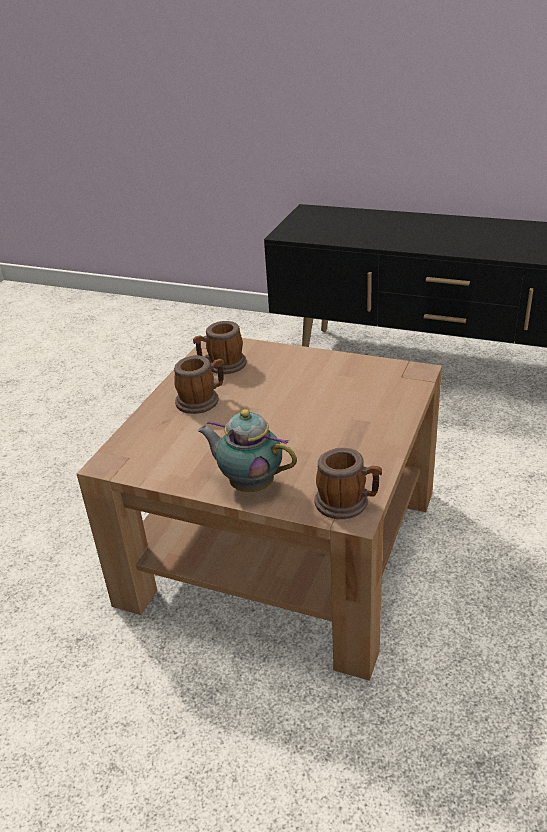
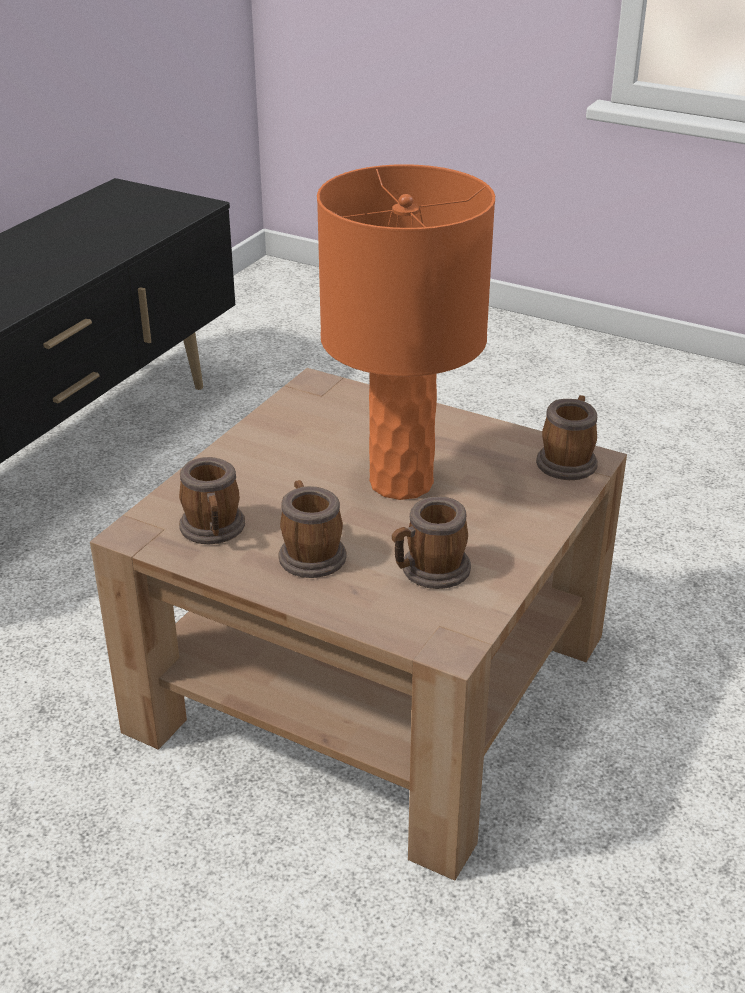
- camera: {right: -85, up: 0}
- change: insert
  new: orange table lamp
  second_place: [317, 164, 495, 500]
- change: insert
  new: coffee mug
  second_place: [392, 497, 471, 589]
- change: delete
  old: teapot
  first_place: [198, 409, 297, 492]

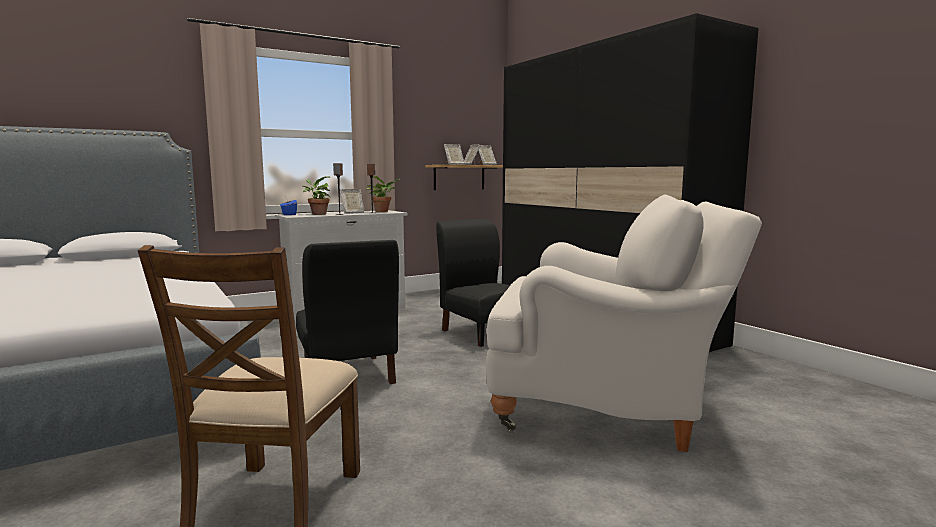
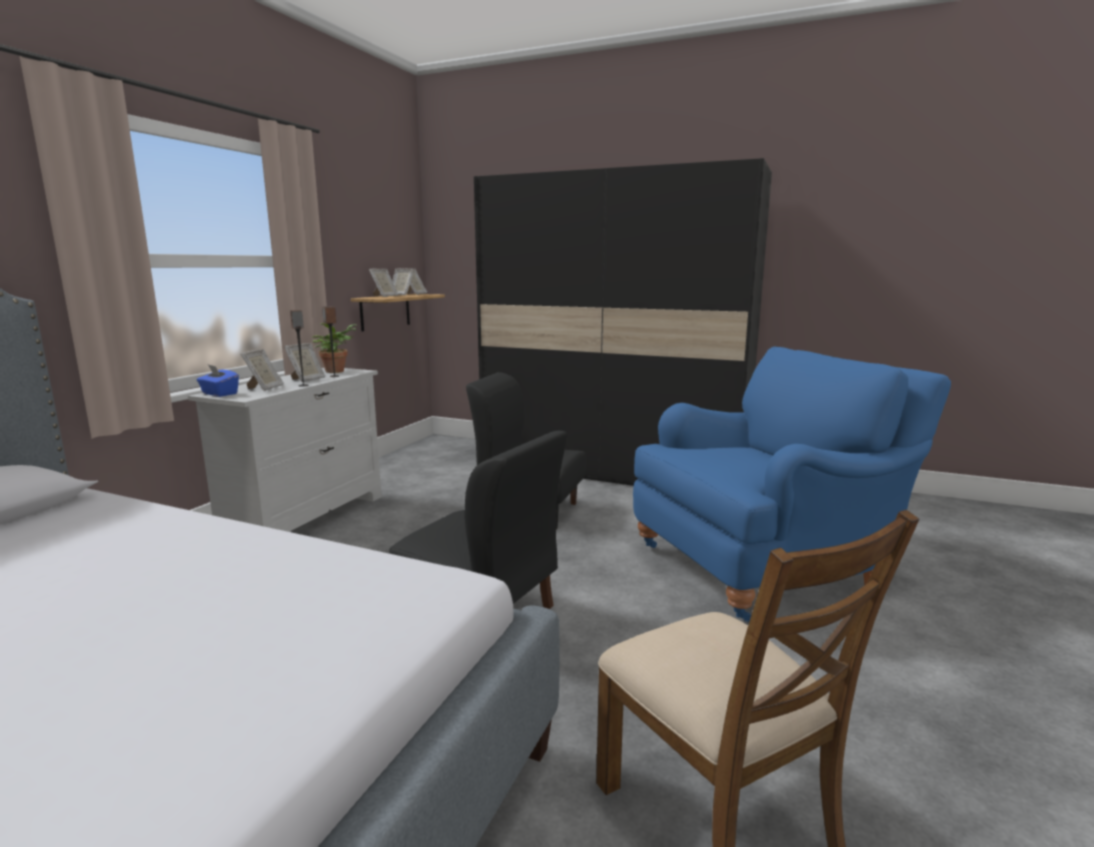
- camera: {right: -35, up: 5}
- change: replace
  old: potted plant
  new: photo frame
  first_place: [302, 176, 331, 215]
  second_place: [240, 349, 284, 391]
- change: recolor
  old: white-coloured armchair
  new: blue-coloured armchair
  first_place: [486, 194, 762, 452]
  second_place: [633, 346, 951, 622]

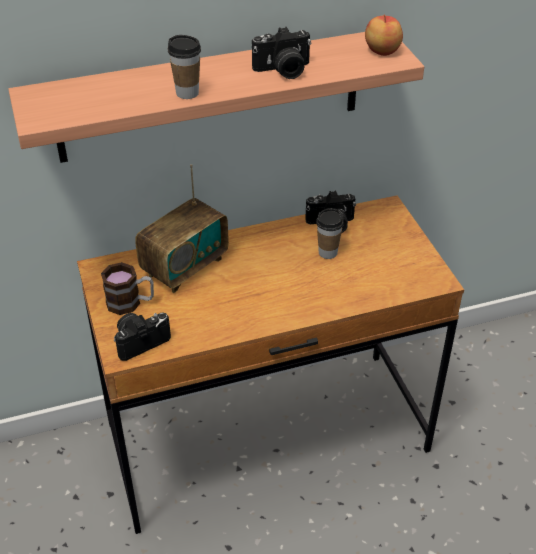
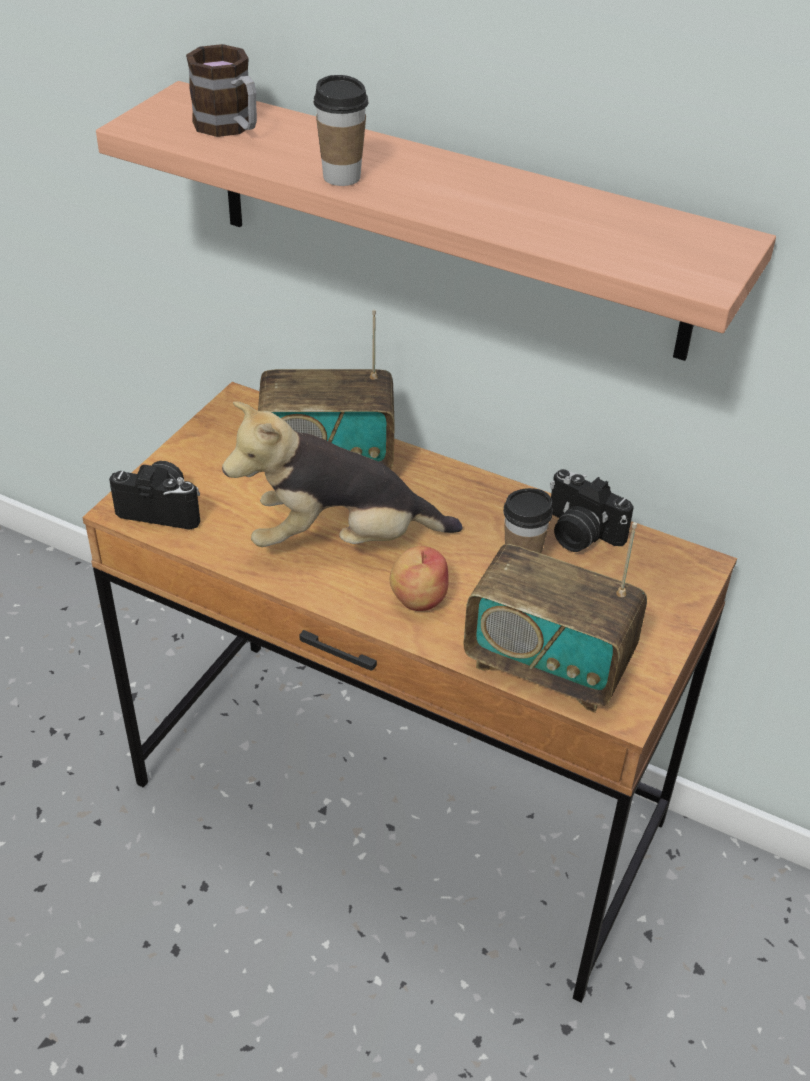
- camera: {right: 45, up: 0}
- change: move
  old: coffee mug
  first_place: [101, 262, 154, 315]
  second_place: [186, 44, 257, 137]
- change: insert
  new: soft toy
  second_place: [222, 401, 462, 547]
- change: move
  old: apple
  first_place: [365, 14, 403, 56]
  second_place: [390, 546, 449, 611]
- change: insert
  new: radio set
  second_place: [463, 522, 647, 713]
- change: delete
  old: still camera
  first_place: [252, 27, 311, 79]

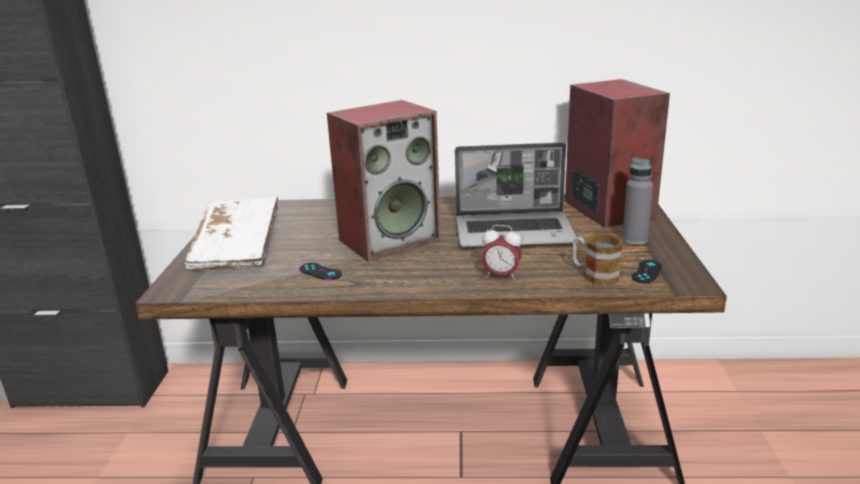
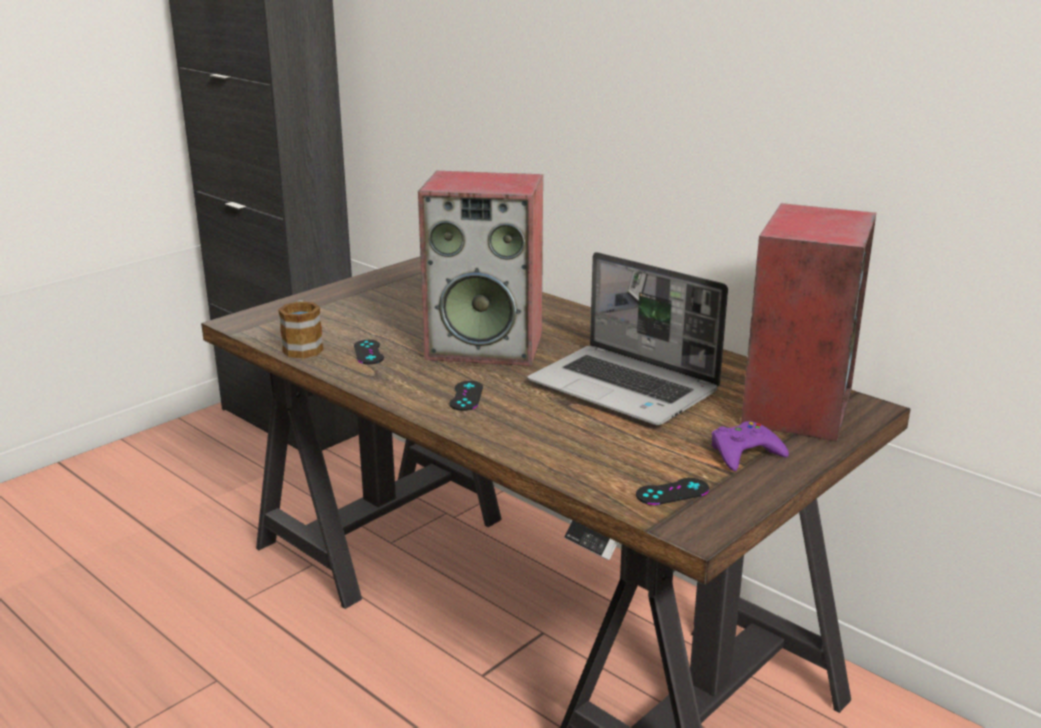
- camera: {right: 40, up: 0}
- change: move
  old: coffee mug
  first_place: [573, 234, 623, 286]
  second_place: [278, 300, 324, 359]
- change: insert
  new: blackish joypad
  second_place: [450, 381, 483, 411]
- change: replace
  old: greyish drink bottle
  new: purple joypad
  first_place: [622, 158, 653, 245]
  second_place: [712, 421, 789, 471]
- change: delete
  old: white-coloured volume
  first_place: [184, 196, 278, 271]
- change: delete
  old: alarm clock
  first_place: [482, 225, 522, 280]

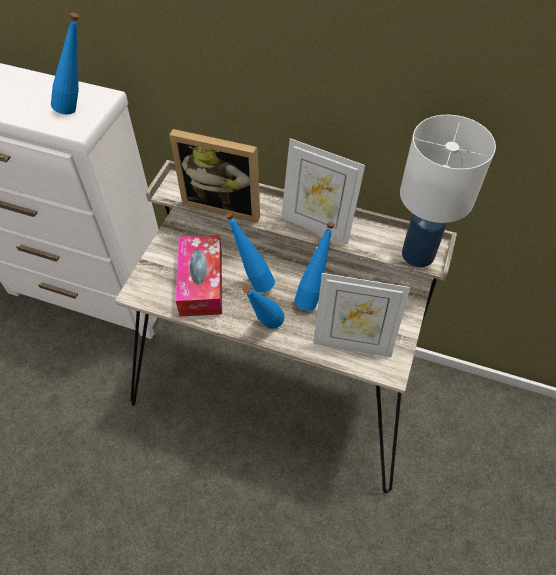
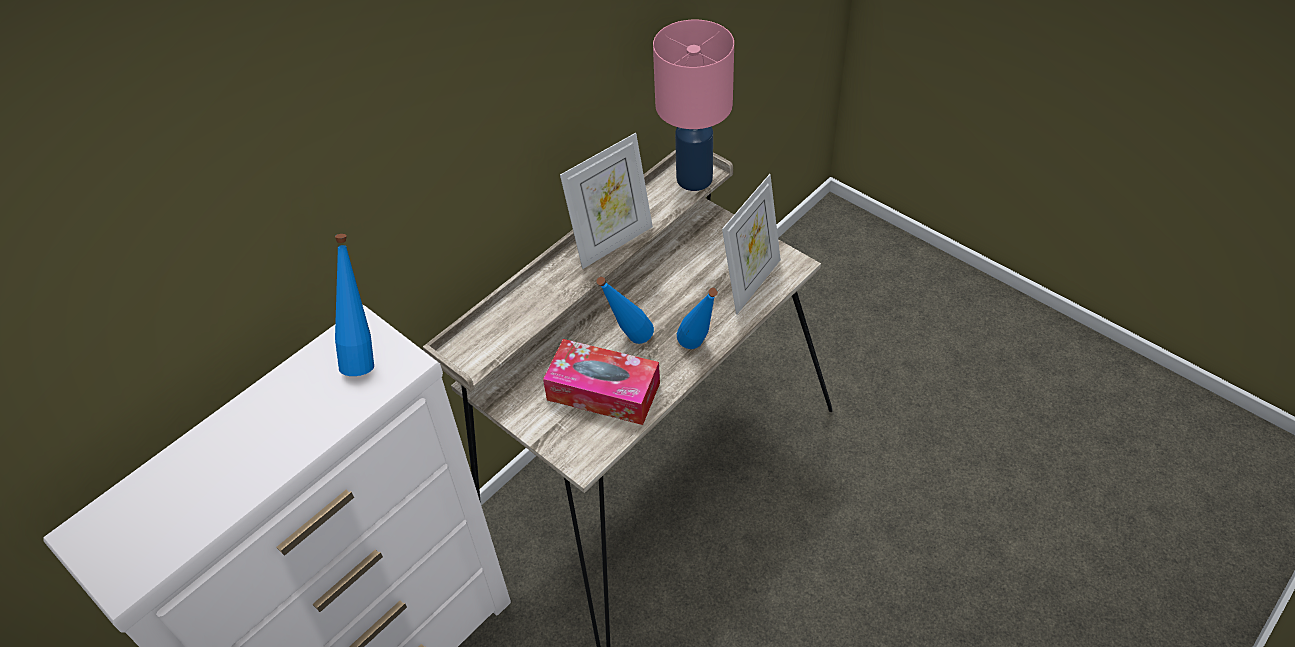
- camera: {right: -65, up: -5}
- change: recolor
  old: white-coloured table lamp
  new: pink-coloured table lamp
  first_place: [400, 115, 496, 267]
  second_place: [653, 20, 734, 191]
- change: delete
  old: photo frame
  first_place: [169, 129, 260, 223]
- change: delete
  old: blue-coloured drink bottle
  first_place: [294, 222, 335, 311]

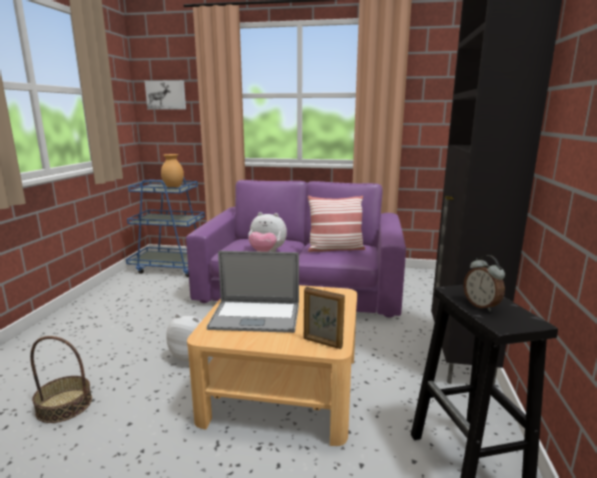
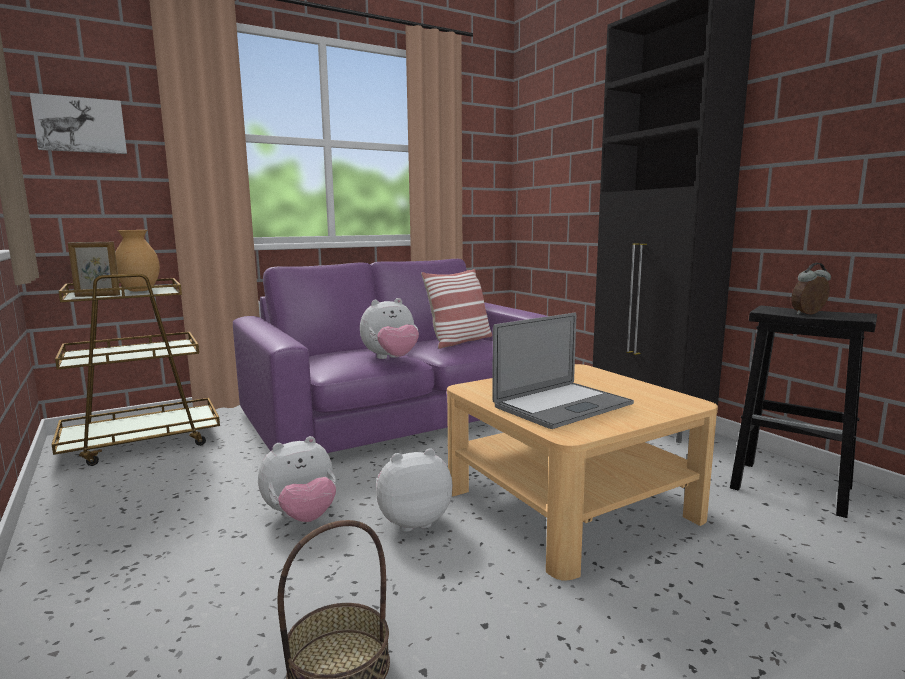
- camera: {right: -40, up: -5}
- change: recolor
  old: blue-coloured wheeled cart
  new: brown wheeled cart
  first_place: [126, 178, 205, 277]
  second_place: [52, 274, 220, 466]
- change: move
  old: photo frame
  first_place: [304, 287, 345, 349]
  second_place: [68, 242, 120, 297]
- change: insert
  new: soft toy
  second_place: [258, 436, 336, 522]
- change: rotate
  old: alarm clock
  first_place: [464, 255, 505, 312]
  second_place: [791, 263, 831, 315]
  degrees: 135

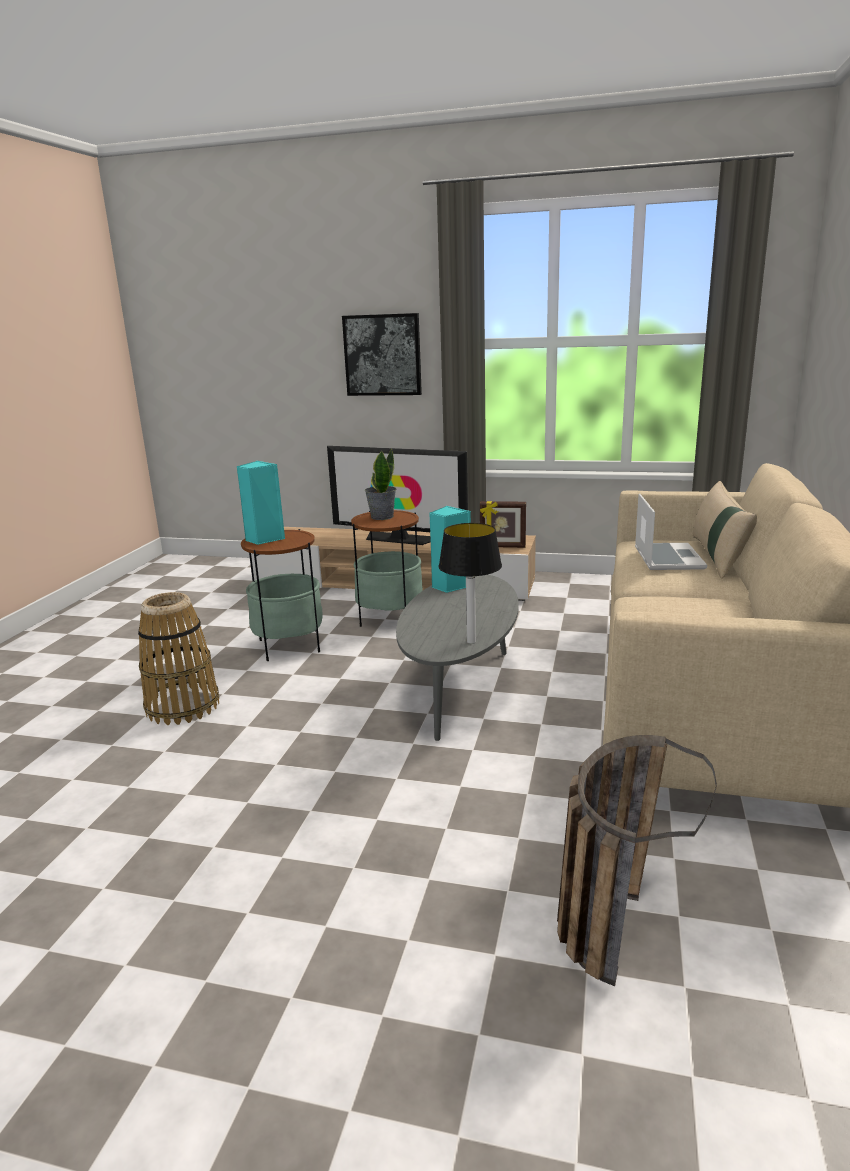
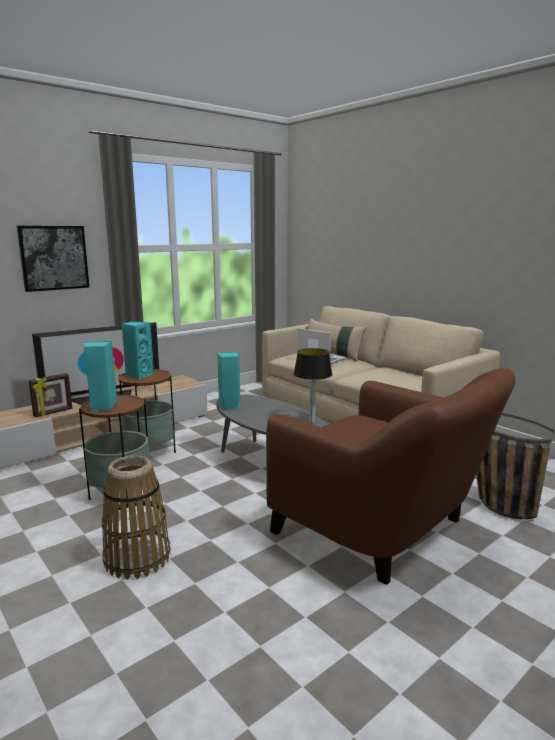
- camera: {right: -55, up: -5}
- change: move
  old: photo frame
  first_place: [480, 501, 526, 548]
  second_place: [29, 373, 72, 417]
- change: replace
  old: potted plant
  new: blue-green loudspeaker
  first_place: [365, 449, 396, 520]
  second_place: [122, 321, 154, 380]
- change: insert
  new: brown armchair
  second_place: [266, 368, 516, 585]

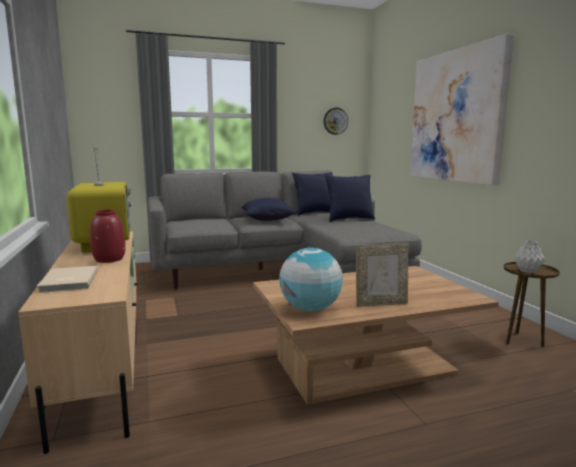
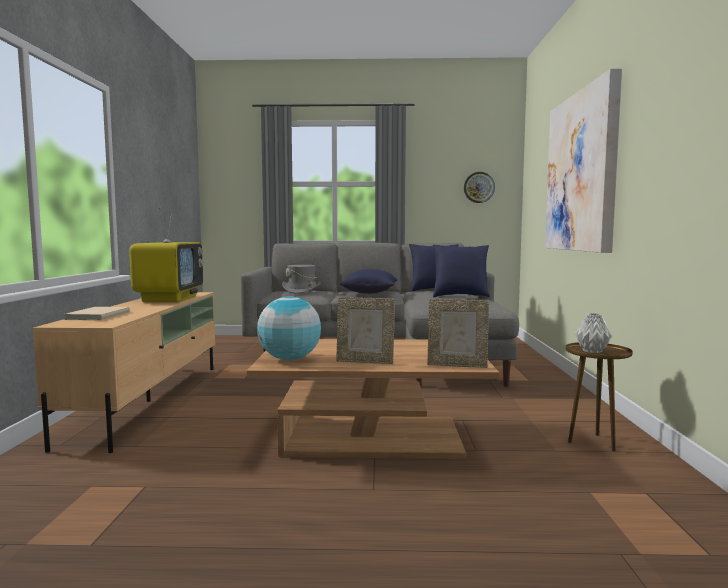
- camera: {right: 20, up: -5}
- change: insert
  new: greyish hat
  second_place: [282, 265, 321, 294]
- change: insert
  new: photo frame
  second_place: [427, 299, 489, 368]
- change: delete
  old: red decorative vase
  first_place: [90, 210, 125, 263]

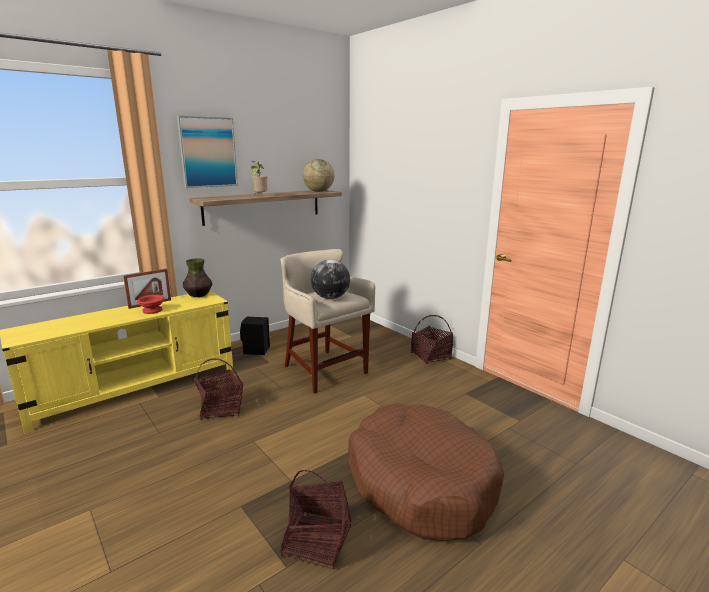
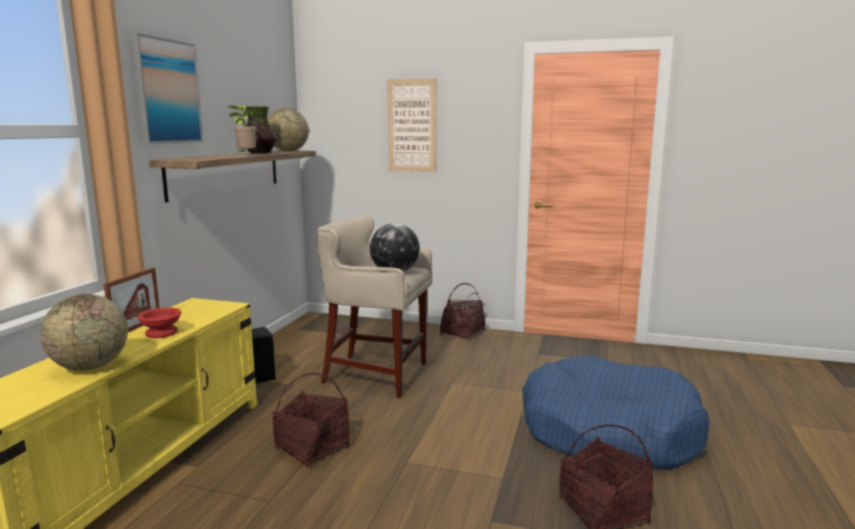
- camera: {right: -35, up: -5}
- change: insert
  new: globe
  second_place: [40, 294, 128, 371]
- change: move
  old: decorative vase
  first_place: [183, 258, 212, 297]
  second_place: [246, 106, 277, 154]
- change: insert
  new: picture
  second_place: [387, 78, 436, 172]
- change: recolor
  old: brown pet bed
  new: blue-coloured pet bed
  first_place: [348, 403, 504, 541]
  second_place: [522, 355, 709, 470]

